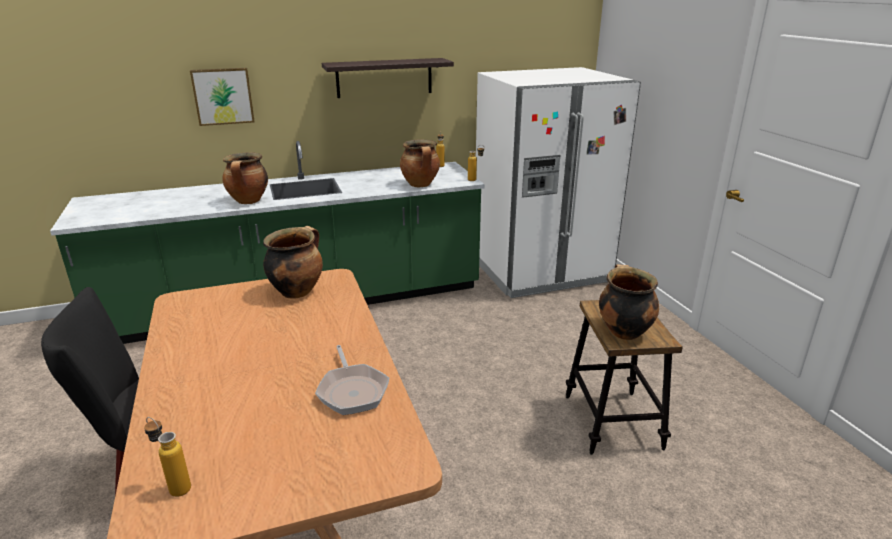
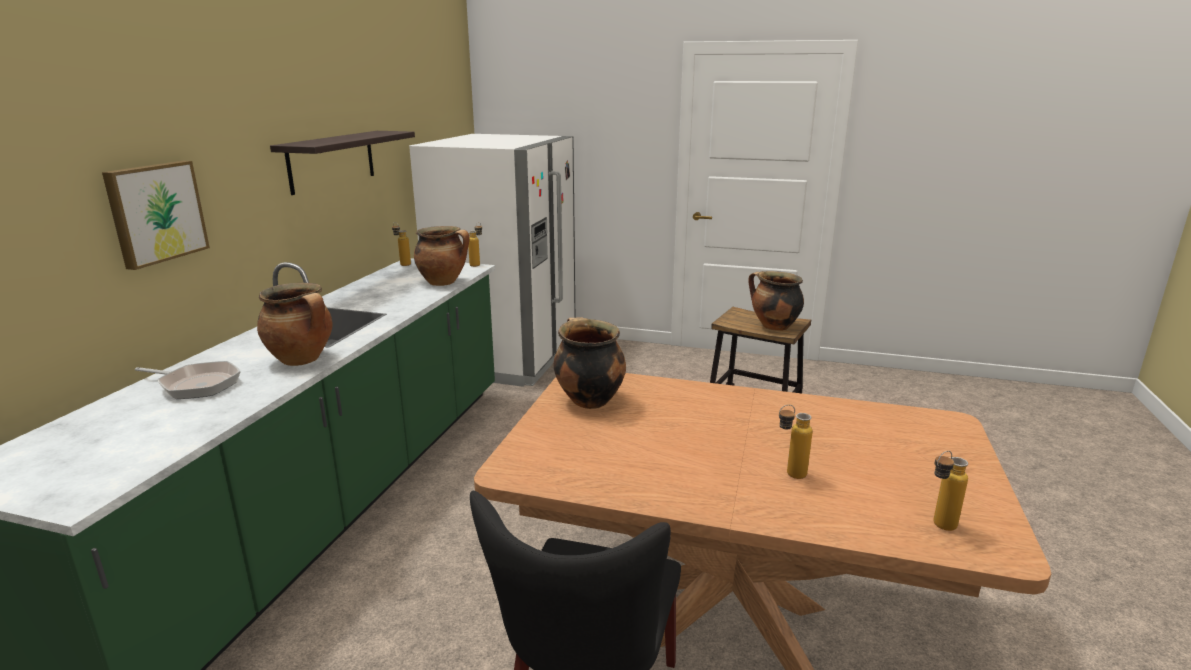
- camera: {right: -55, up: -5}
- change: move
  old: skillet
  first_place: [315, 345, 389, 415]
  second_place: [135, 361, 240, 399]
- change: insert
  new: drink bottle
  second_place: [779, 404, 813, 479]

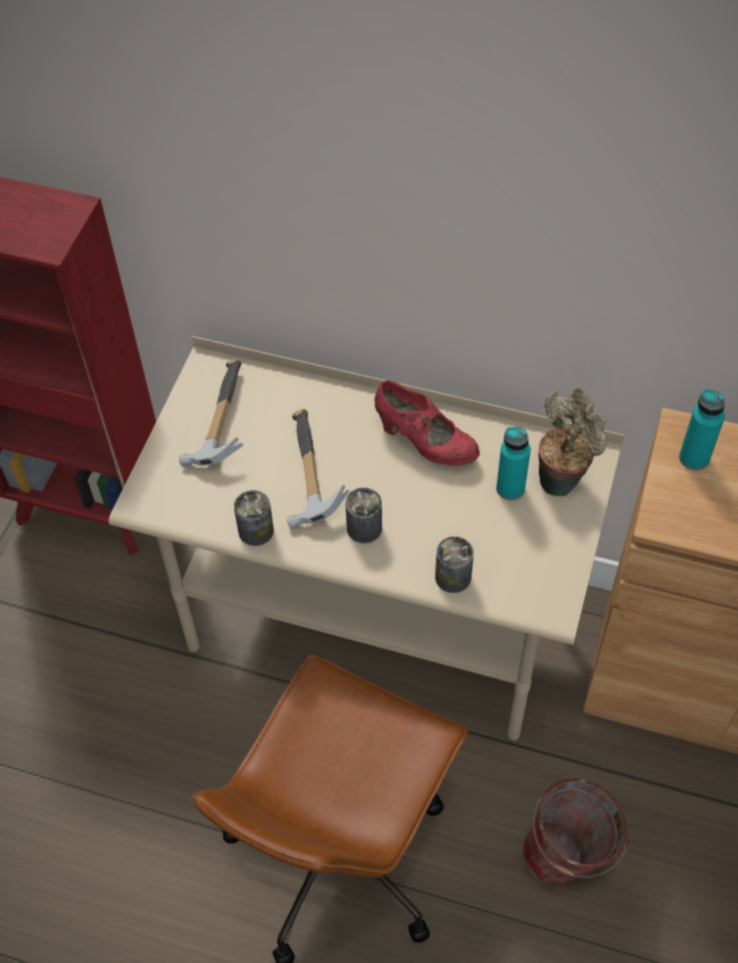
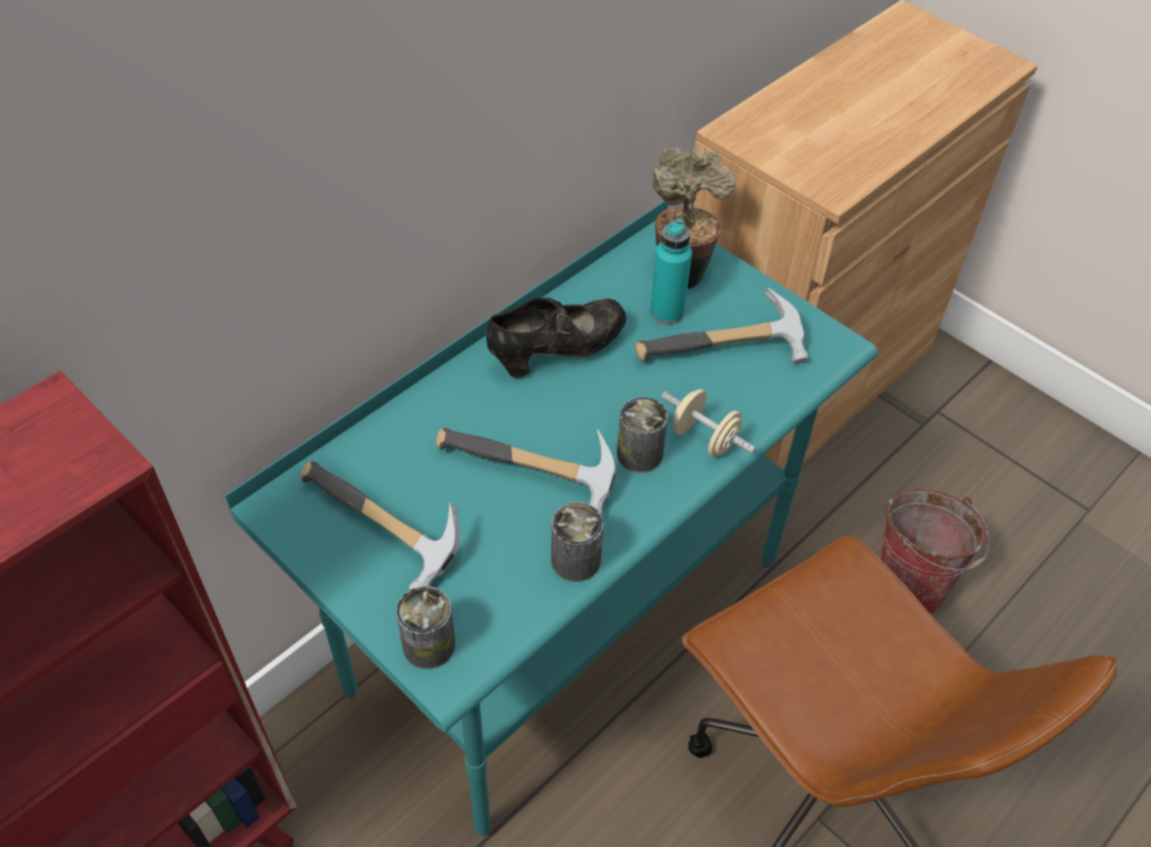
- camera: {right: -65, up: -5}
- change: recolor
  old: beige desk
  new: blue-green desk
  first_place: [109, 336, 624, 742]
  second_place: [225, 201, 878, 836]
- change: move
  old: can
  first_place: [435, 536, 474, 593]
  second_place: [396, 586, 455, 669]
- change: recolor
  old: red item of footwear
  new: blackish item of footwear
  first_place: [375, 380, 480, 465]
  second_place: [486, 297, 626, 378]
- change: insert
  new: tool hammer
  second_place: [635, 287, 809, 364]
- change: insert
  new: beige free weight
  second_place: [662, 389, 756, 457]
- change: delete
  old: blue-green drink bottle
  first_place: [679, 389, 725, 470]

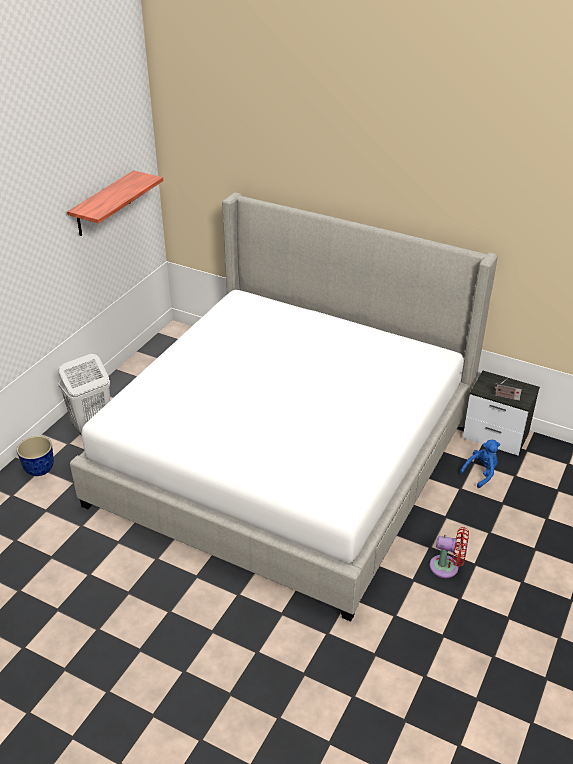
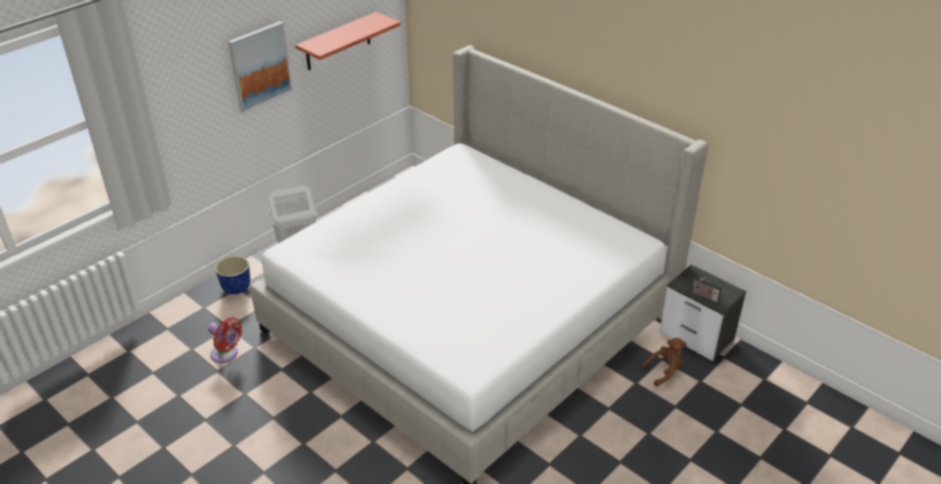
- camera: {right: 15, up: 0}
- change: move
  old: red electric fan
  first_place: [429, 527, 469, 578]
  second_place: [208, 317, 243, 363]
- change: insert
  new: picture
  second_place: [228, 21, 293, 113]
- change: recolor
  old: blue-coloured soft toy
  new: brown soft toy
  first_place: [460, 440, 500, 488]
  second_place: [641, 338, 687, 386]

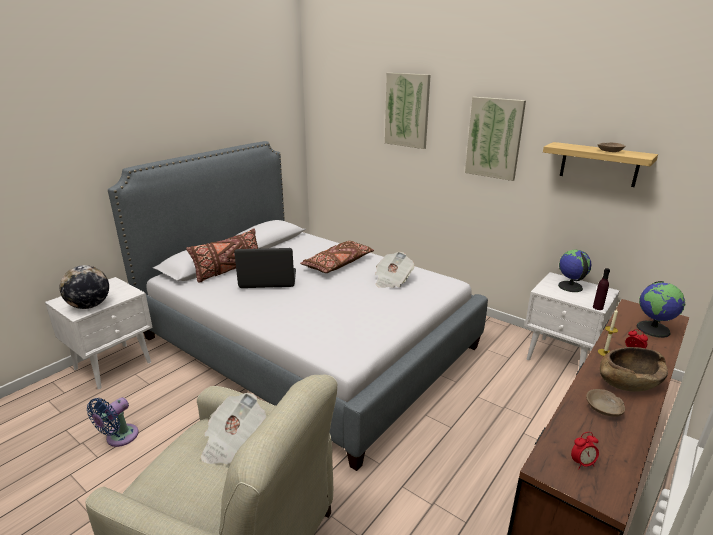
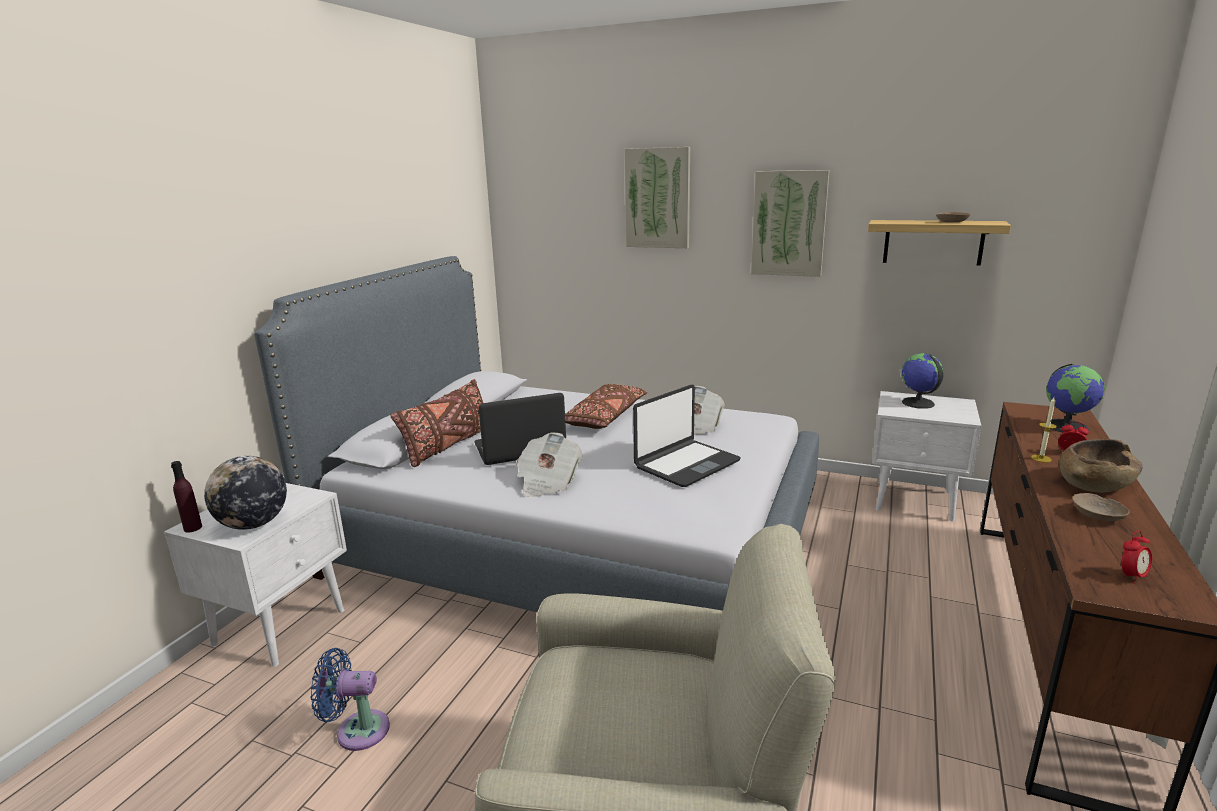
- camera: {right: -15, up: -5}
- change: move
  old: purple drink bottle
  first_place: [593, 268, 610, 310]
  second_place: [171, 461, 202, 533]
- change: rotate
  old: blue-coloured electric fan
  first_place: [87, 397, 139, 447]
  second_place: [311, 648, 390, 751]
  degrees: 75
- change: move
  old: daily paper
  first_place: [201, 393, 266, 465]
  second_place: [516, 432, 582, 497]
- change: insert
  new: notebook computer
  second_place: [633, 385, 741, 487]

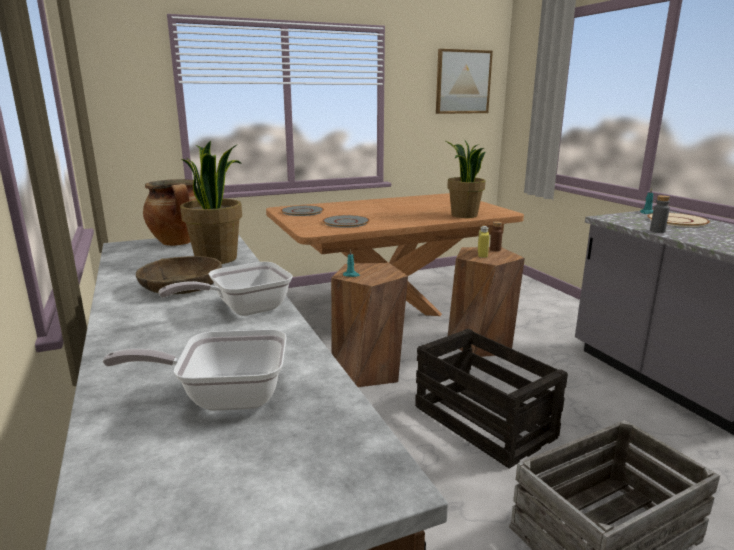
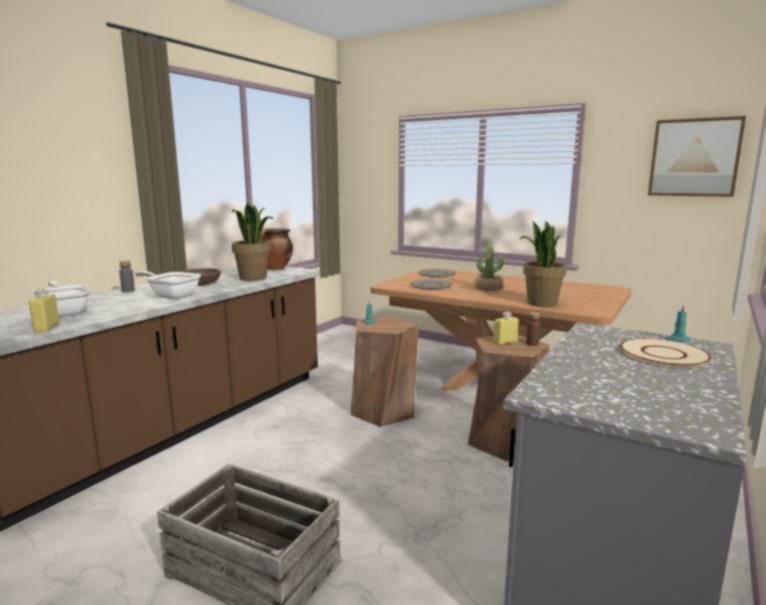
- camera: {right: 55, up: -5}
- change: insert
  new: yellowish drink bottle
  second_place: [29, 288, 60, 333]
- change: move
  old: greyish drink bottle
  first_place: [650, 195, 670, 233]
  second_place: [119, 260, 135, 292]
- change: insert
  new: potted plant
  second_place: [475, 245, 504, 291]
- change: delete
  old: packing crate
  first_place: [415, 328, 568, 469]

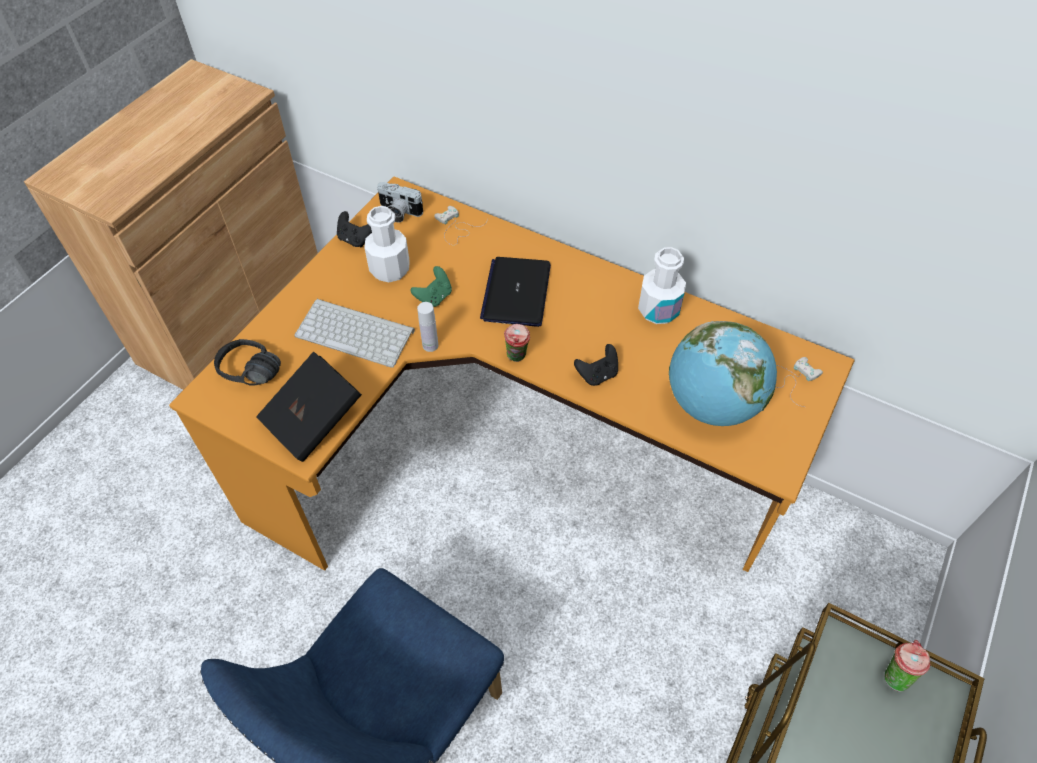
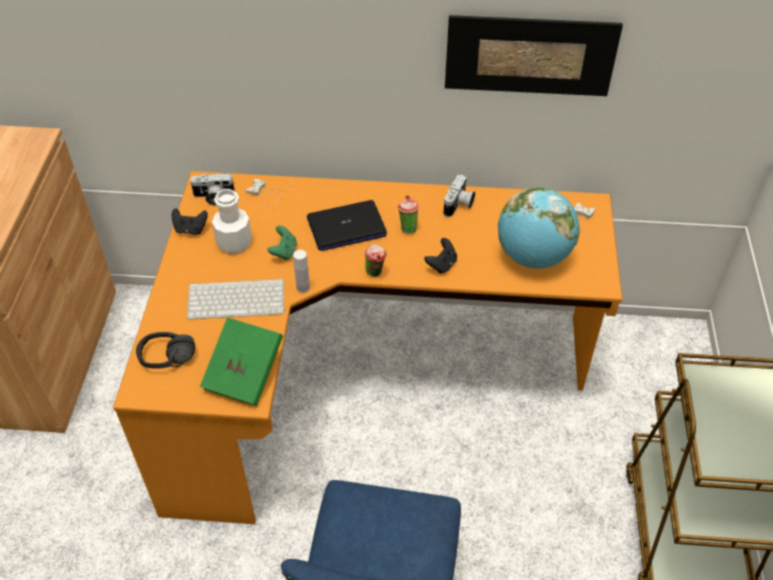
- camera: {right: -25, up: -5}
- change: recolor
  old: blackish volume
  new: green-coloured volume
  first_place: [256, 351, 362, 462]
  second_place: [200, 317, 283, 406]
- change: rotate
  old: notebook computer
  first_place: [480, 257, 551, 327]
  second_place: [307, 200, 387, 251]
  degrees: -90
- change: move
  old: drinking cup
  first_place: [884, 640, 930, 692]
  second_place: [398, 196, 419, 234]
- change: replace
  old: white-coloured drink bottle
  new: still camera
  first_place: [638, 247, 686, 324]
  second_place: [443, 174, 475, 217]
- change: insert
  new: picture
  second_place: [445, 15, 623, 96]

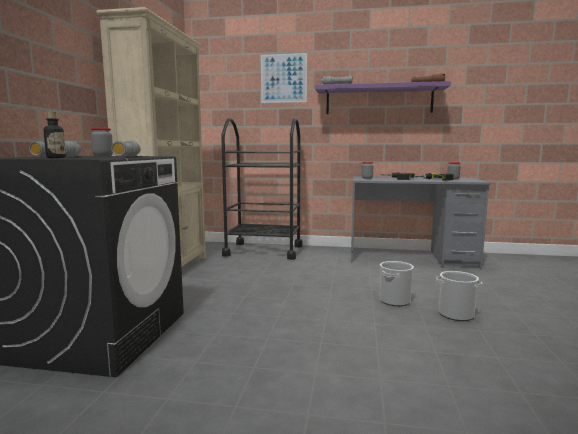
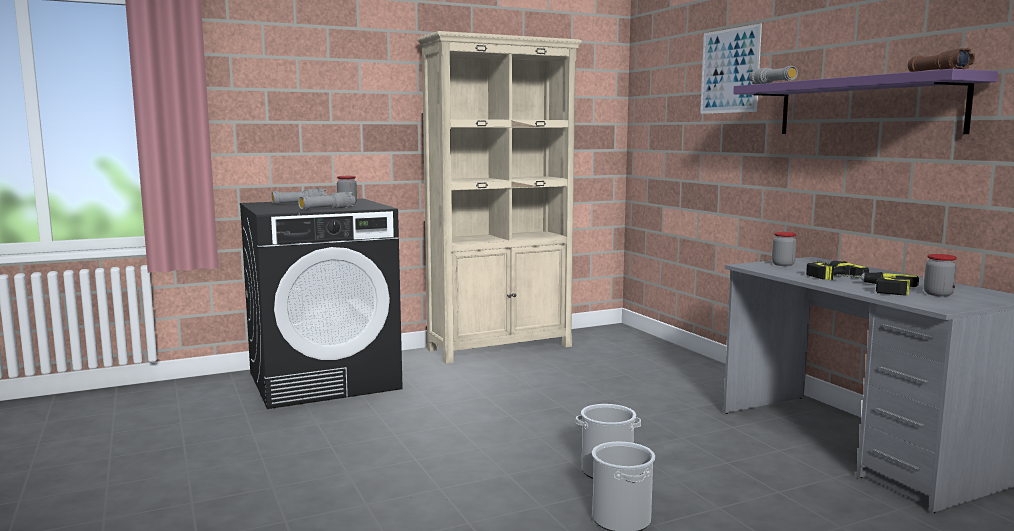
- camera: {right: 55, up: 0}
- change: delete
  old: drink bottle
  first_place: [43, 112, 66, 158]
- change: delete
  old: blackish wheeled cart
  first_place: [221, 117, 303, 260]

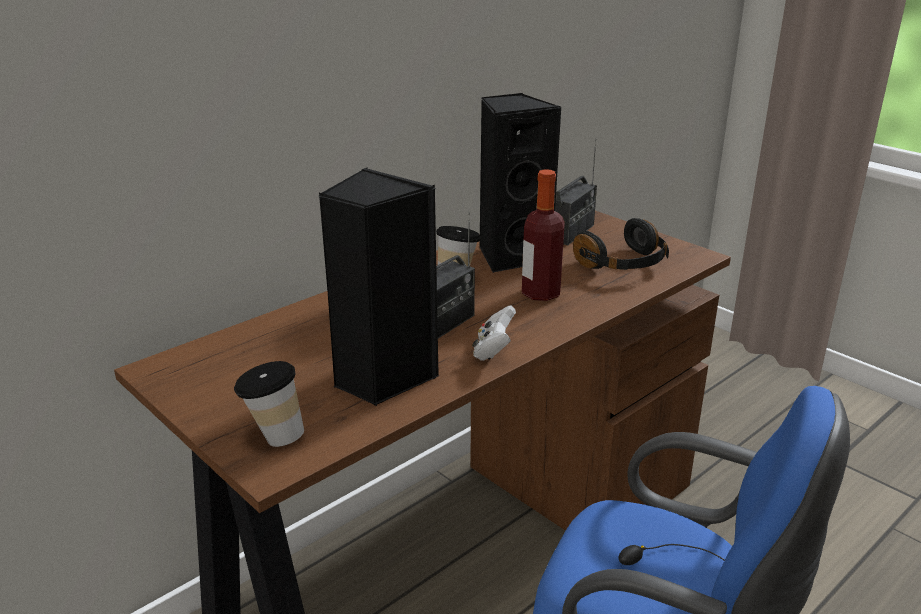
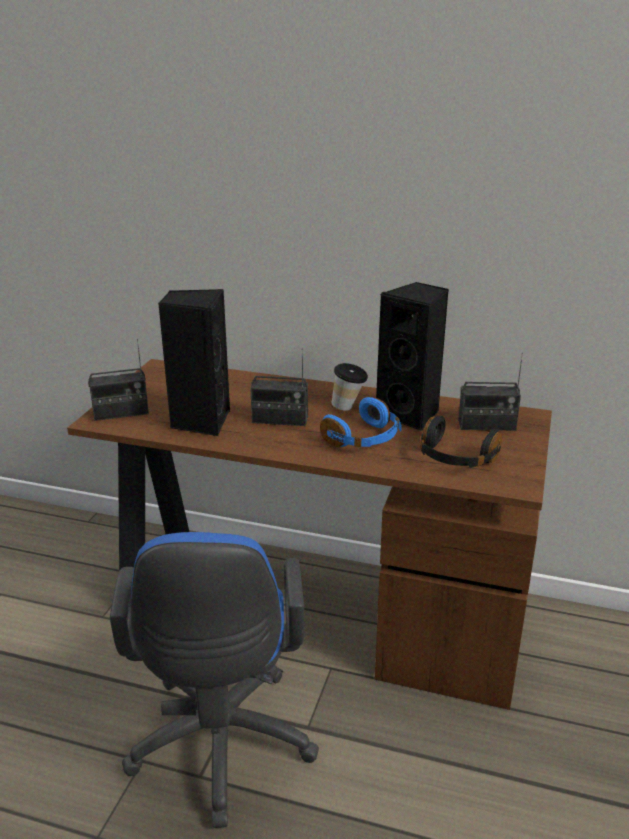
- camera: {right: 60, up: 0}
- change: replace
  old: drinking cup
  new: radio set
  first_place: [234, 361, 304, 447]
  second_place: [88, 339, 149, 421]
- change: replace
  old: drink bottle
  new: blue-coloured pair of headphones
  first_place: [522, 169, 565, 301]
  second_place: [320, 397, 402, 447]
- change: delete
  old: white-coloured joypad
  first_place: [472, 306, 516, 361]

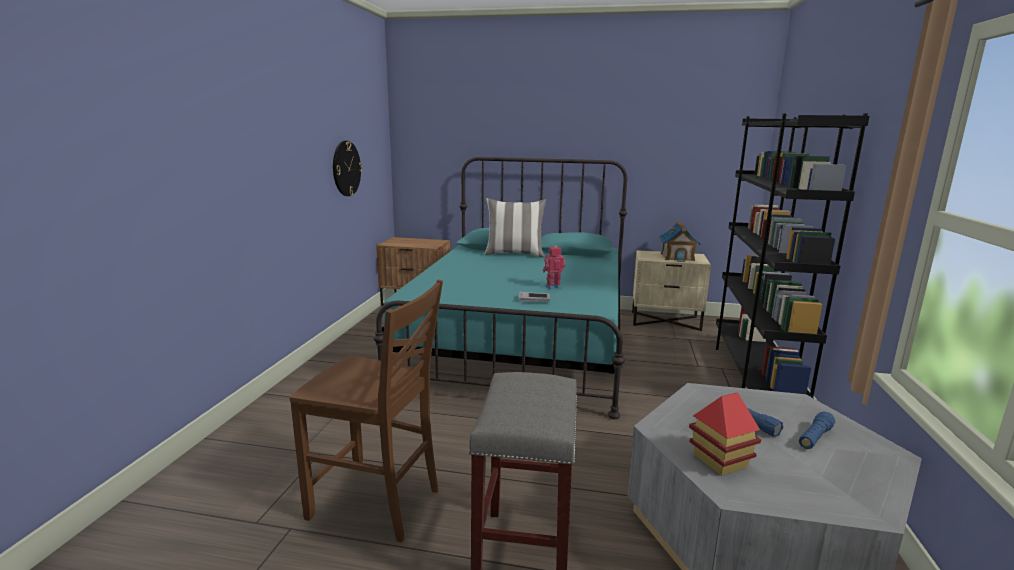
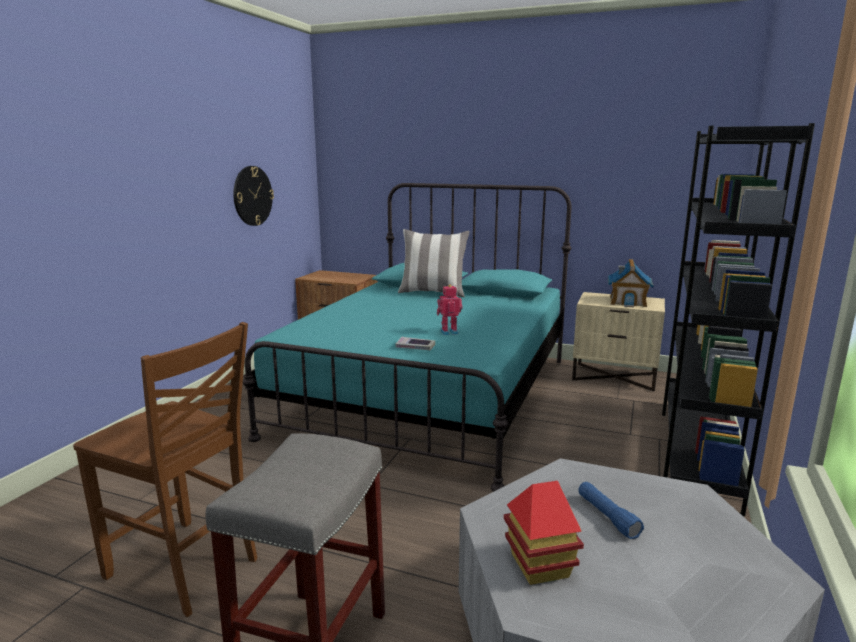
- camera: {right: 10, up: 0}
- change: delete
  old: blue-coloured hand torch
  first_place: [799, 412, 835, 449]

